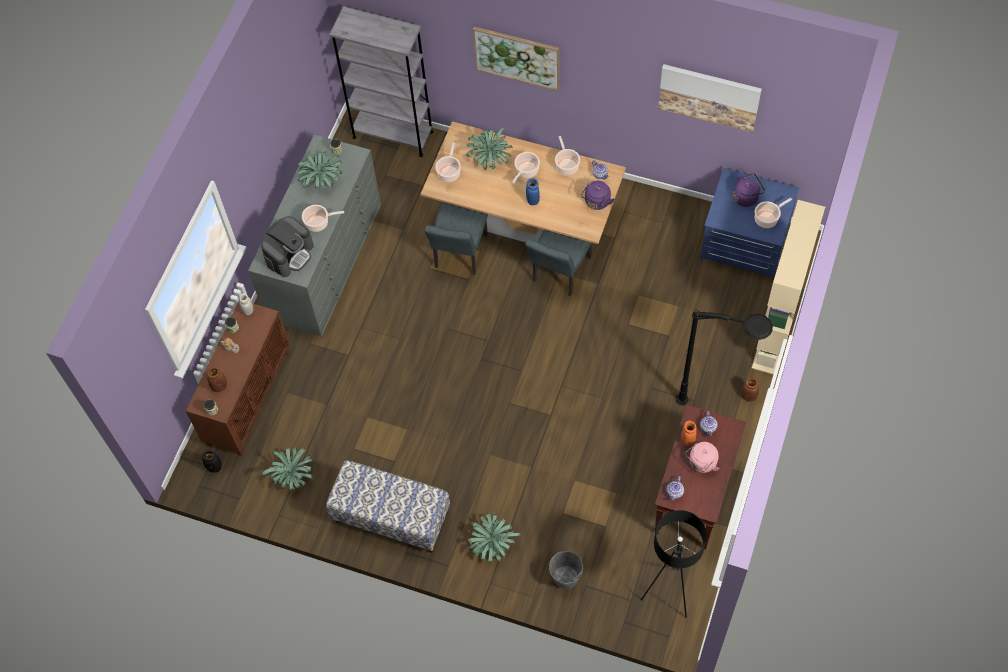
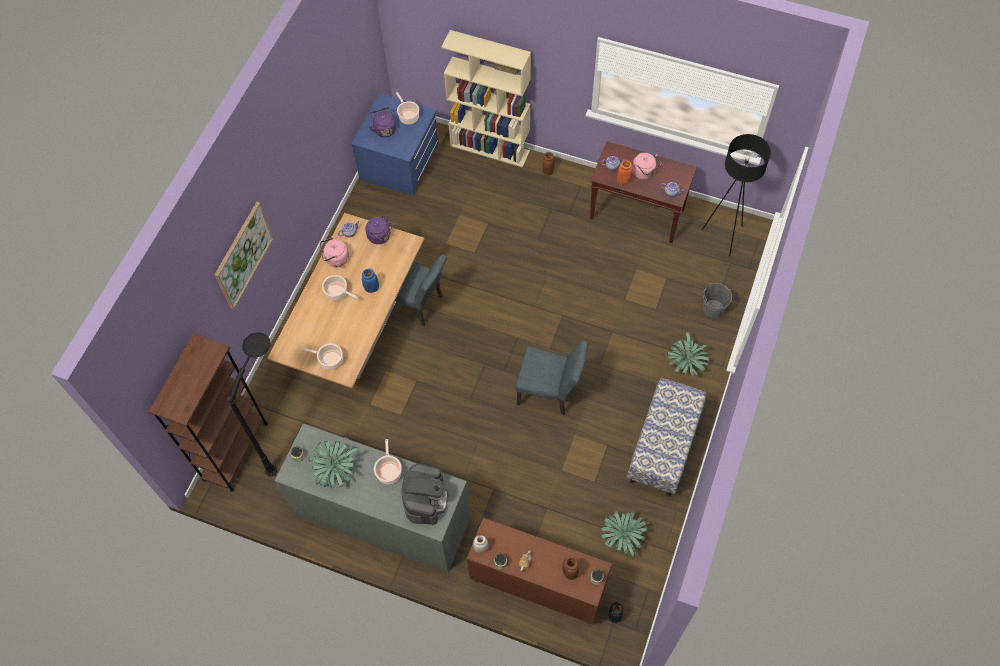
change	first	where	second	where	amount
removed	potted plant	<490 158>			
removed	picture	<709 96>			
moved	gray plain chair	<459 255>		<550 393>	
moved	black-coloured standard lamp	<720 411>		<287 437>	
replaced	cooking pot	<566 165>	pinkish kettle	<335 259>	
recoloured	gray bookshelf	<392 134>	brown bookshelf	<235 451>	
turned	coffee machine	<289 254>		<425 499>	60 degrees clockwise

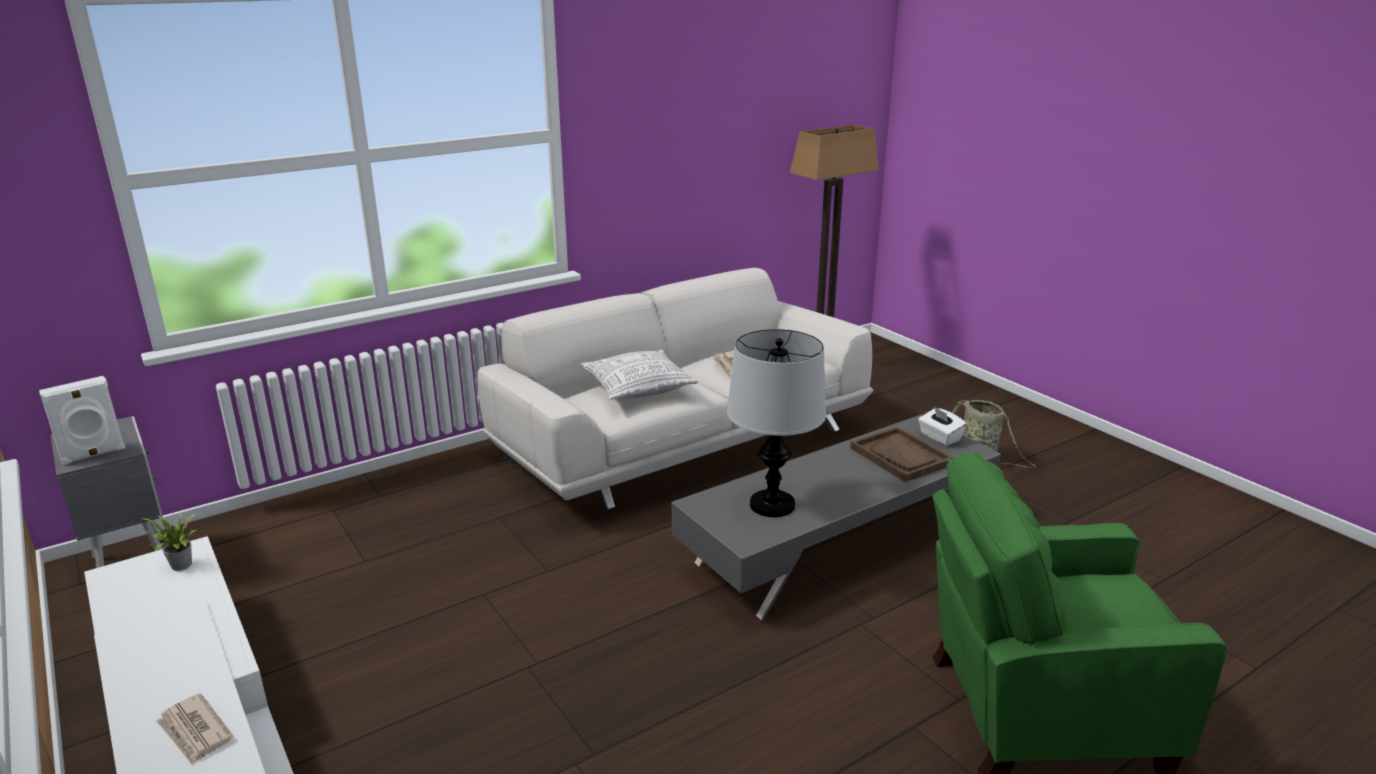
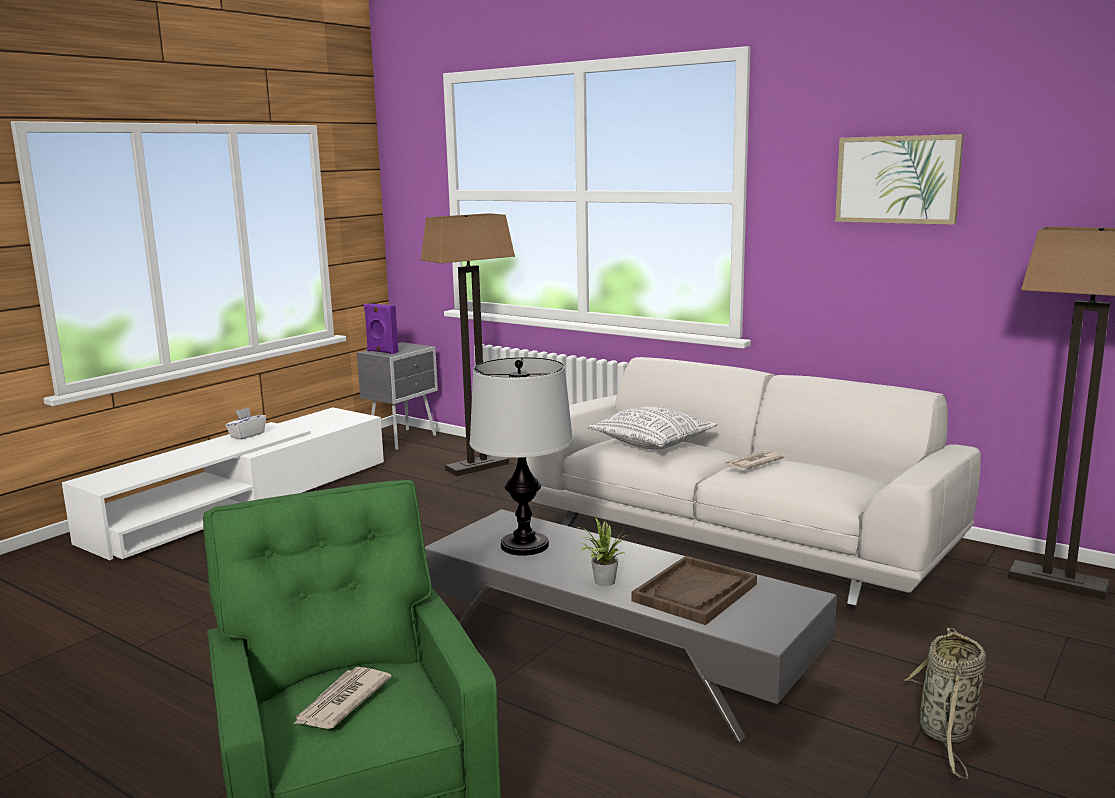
change	first	where	second	where	amount
added			standard lamp	<477 467>	
added			picture	<897 179>	
moved	potted plant	<180 566>		<602 582>	
moved	daily paper	<195 732>		<341 702>	
moved	white-coloured tissue box	<939 438>		<247 435>	
recoloured	white-coloured speaker	<93 455>	purple-coloured speaker	<381 352>	

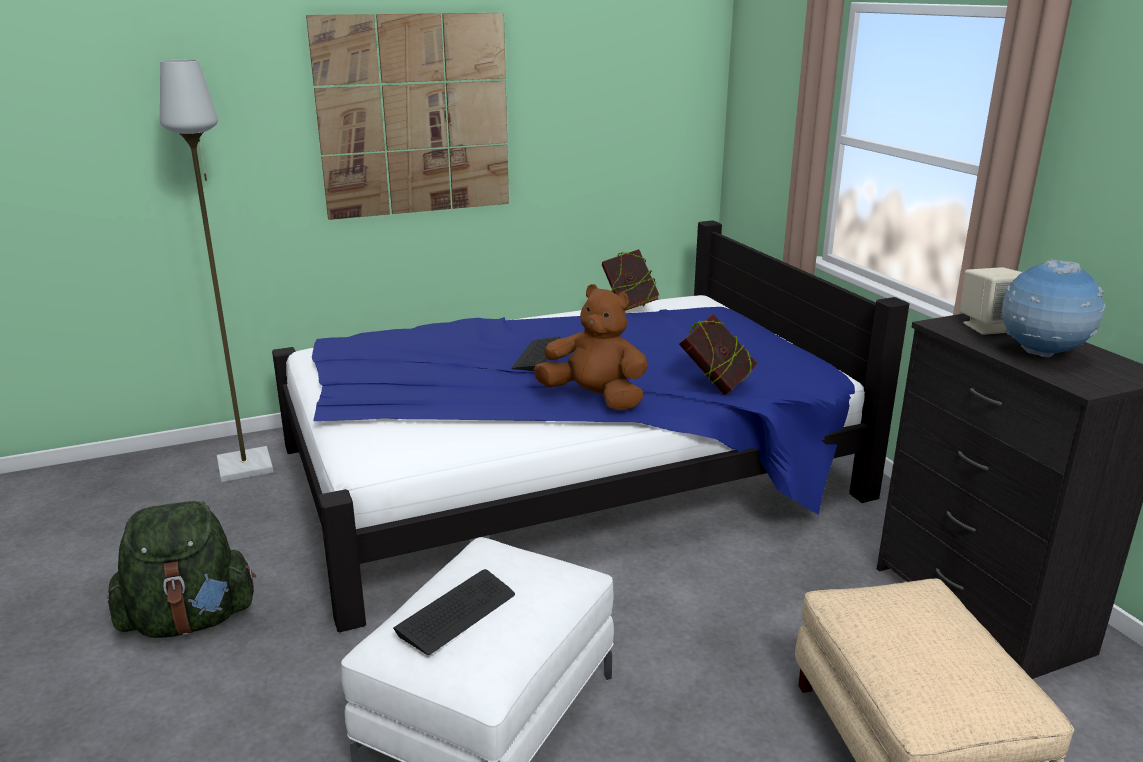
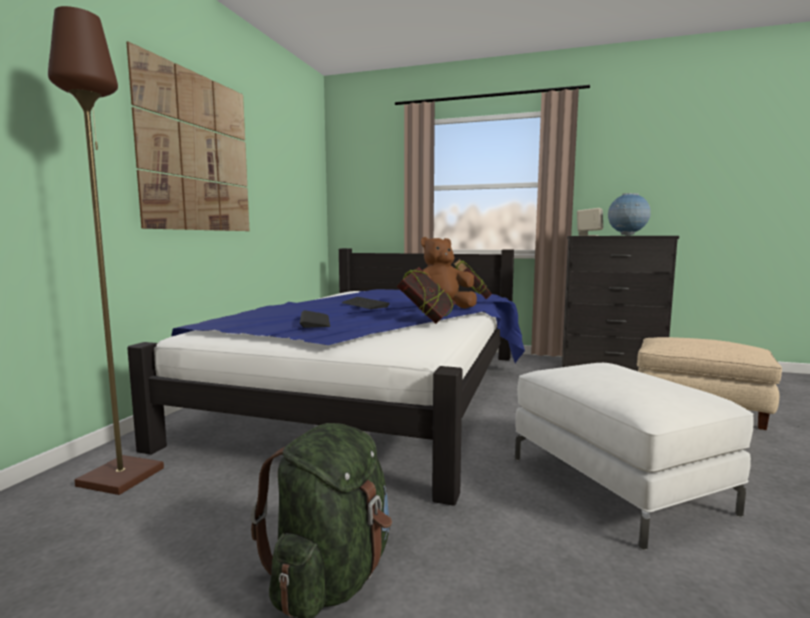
change	first	where	second	where	amount
moved	computer keyboard	<456 613>		<315 321>	
moved	volume	<629 306>		<426 320>	
recoloured	gray standard lamp	<245 465>	brown standard lamp	<121 476>	

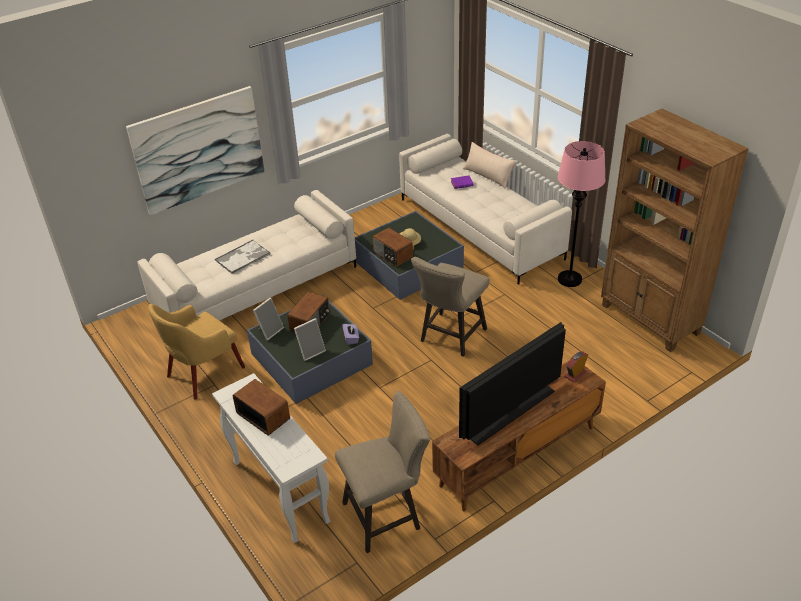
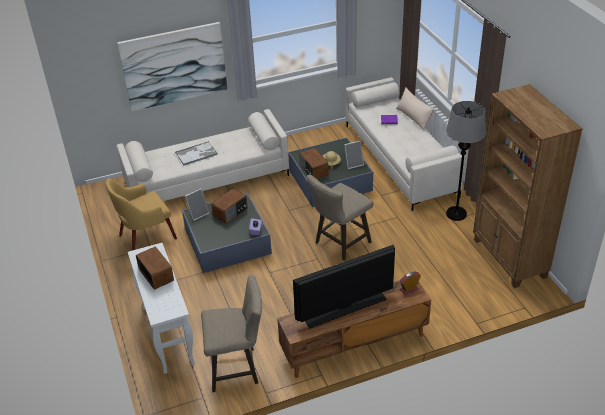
change	first	where	second	where	amount
moved	standing frame	<311 351>		<353 164>	
recoloured	pinkish standard lamp	<570 279>	gray standard lamp	<456 214>	

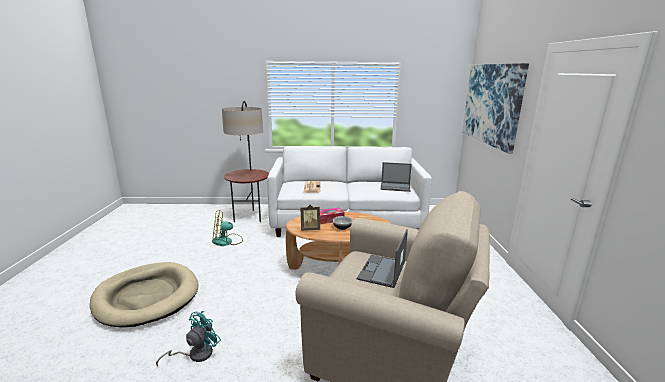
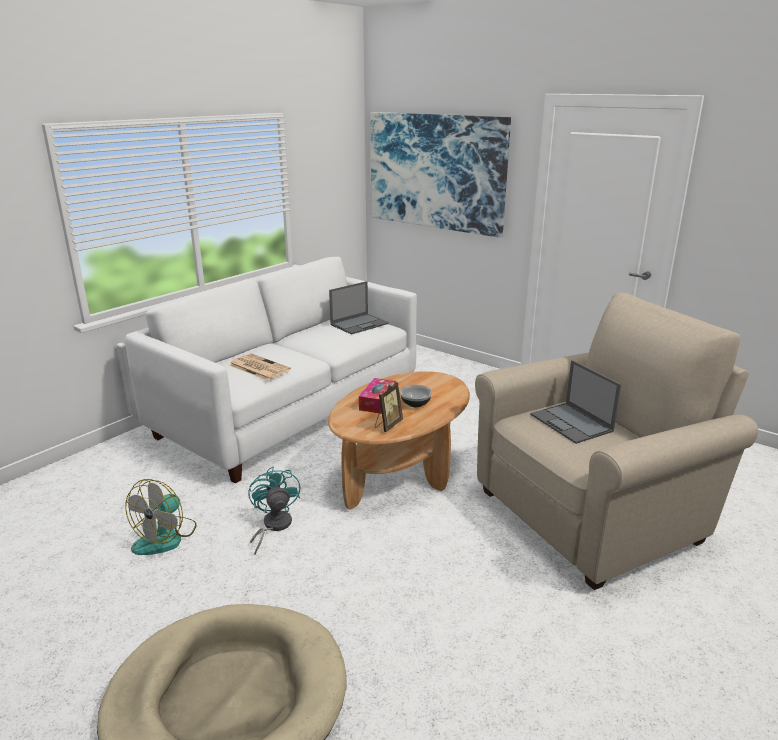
change	first	where	second	where	amount
removed	standard lamp	<250 216>			
moved	turquoise-coloured cooling fan	<195 354>		<273 526>	

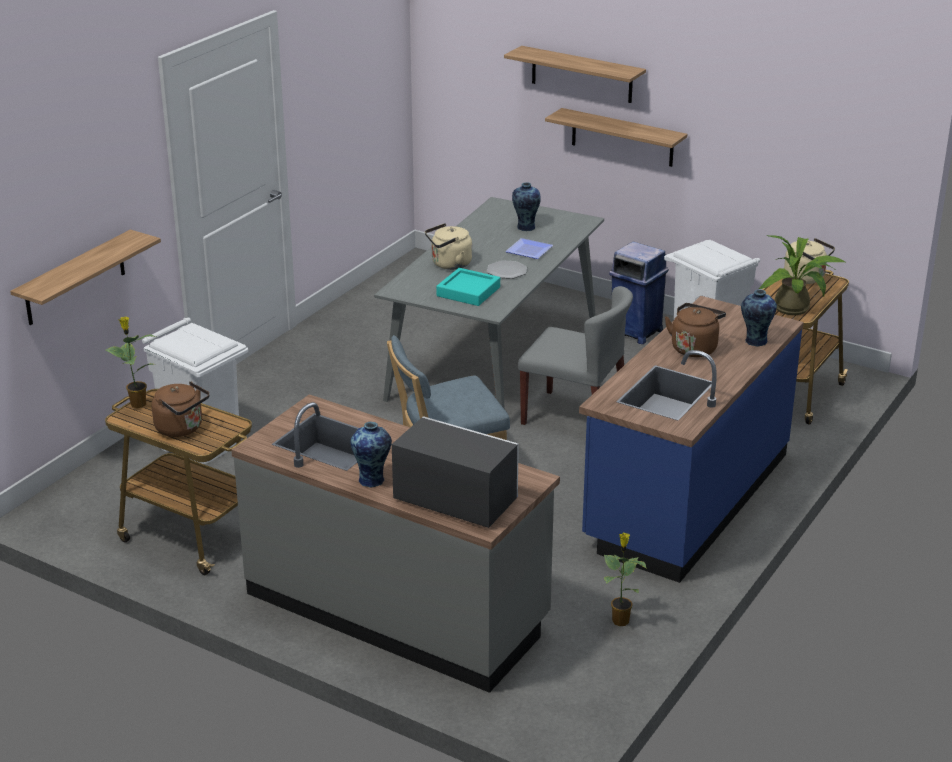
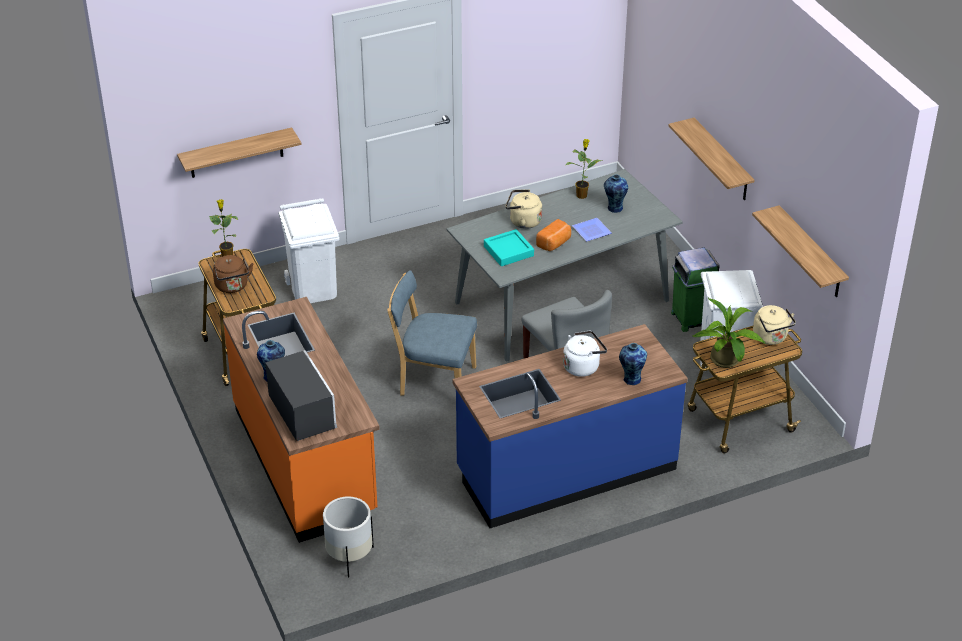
change	first	where	second	where	amount
added			white-coloured planter	<349 557>	
moved	wall shelf	<581 74>		<811 253>	
moved	potted plant	<620 620>		<582 195>	
replaced	plate	<506 271>	baked bread	<554 243>	
recoloured	gray kitchen counter	<397 608>	orange kitchen counter	<306 461>	
recoloured	bluish trash can	<635 331>	greenish trash can	<691 318>	
recoloured	brown kettle	<694 348>	white-coloured kettle	<583 366>	

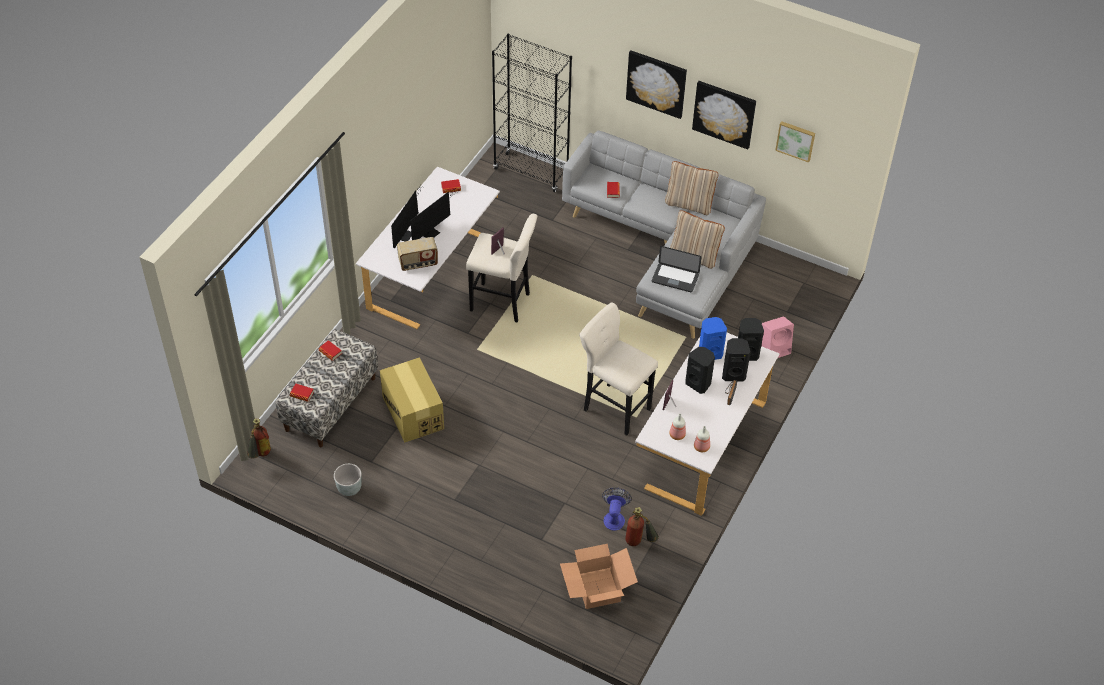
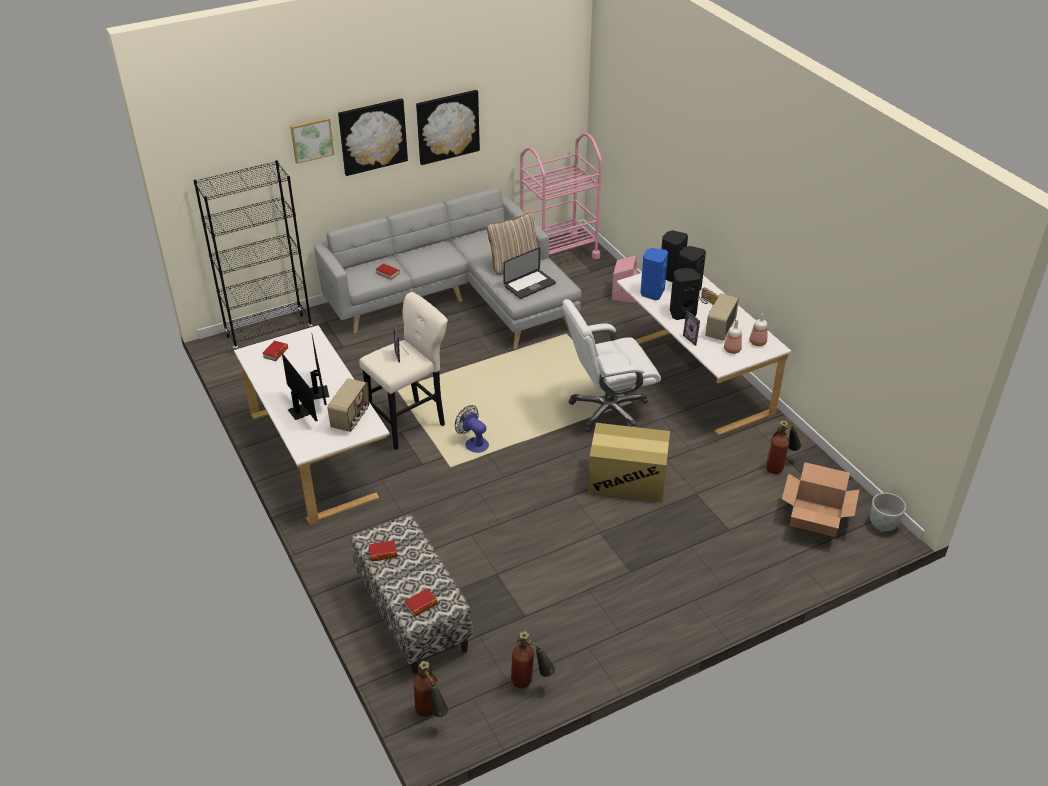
change	first	where	second	where	amount
removed	sand-coloured cushion	<689 204>			
added			fire-fighting cylinder	<530 682>	
added			pinkish wheeled cart	<558 254>	
added			radio set	<719 329>	
moved	gray planter	<350 488>		<883 524>	
moved	cardboard box	<413 412>		<627 480>	
moved	cooling fan	<614 517>		<473 443>	
moved	picture	<795 140>		<311 139>	
replaced	sand-coloured stool	<614 407>	white-coloured desk chair	<608 410>	

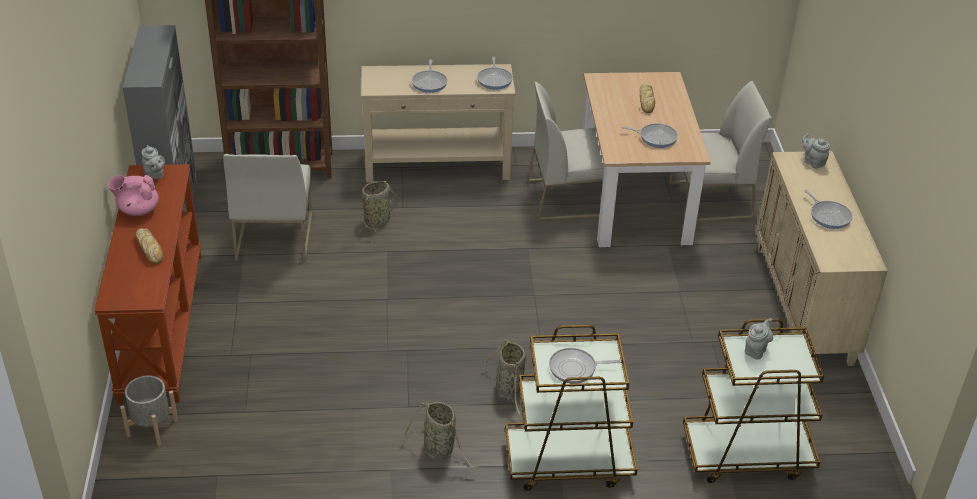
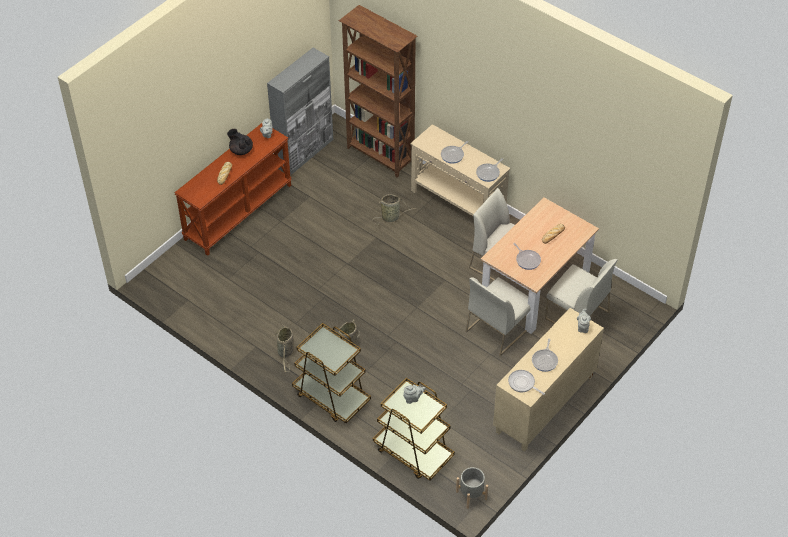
change	first	where	second	where	amount
moved	gray planter	<152 427>		<471 495>	
moved	white-coloured plain chair	<273 237>		<498 328>	
moved	frying pan	<575 368>		<522 383>	
recoloured	pinkish pot for tea	<138 210>	black-coloured pot for tea	<241 150>	

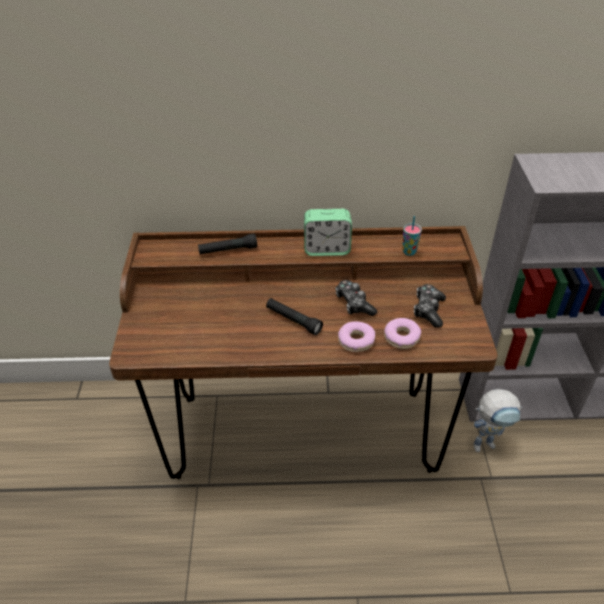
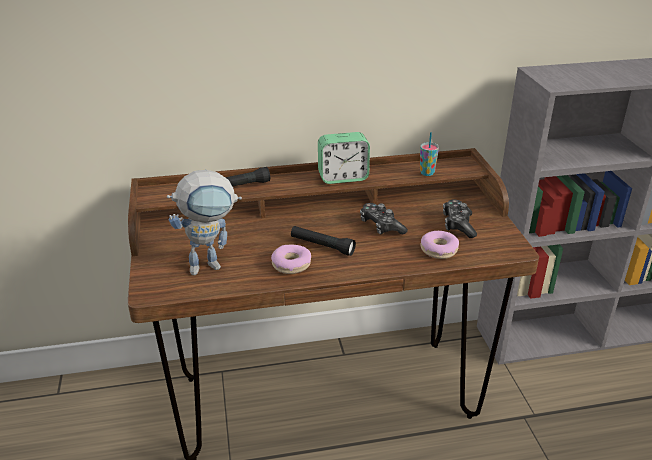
change	first	where	second	where	amount
moved	doughnut	<356 341>		<291 264>	
moved	toy robot	<488 443>		<212 264>	

